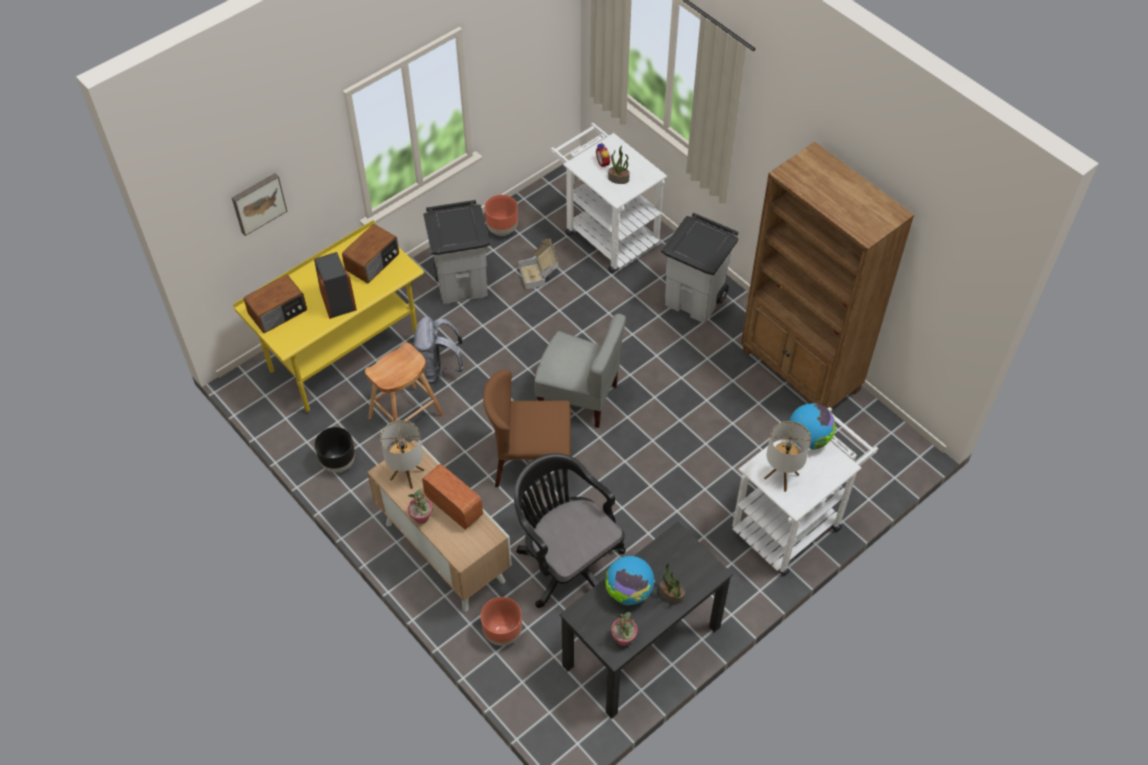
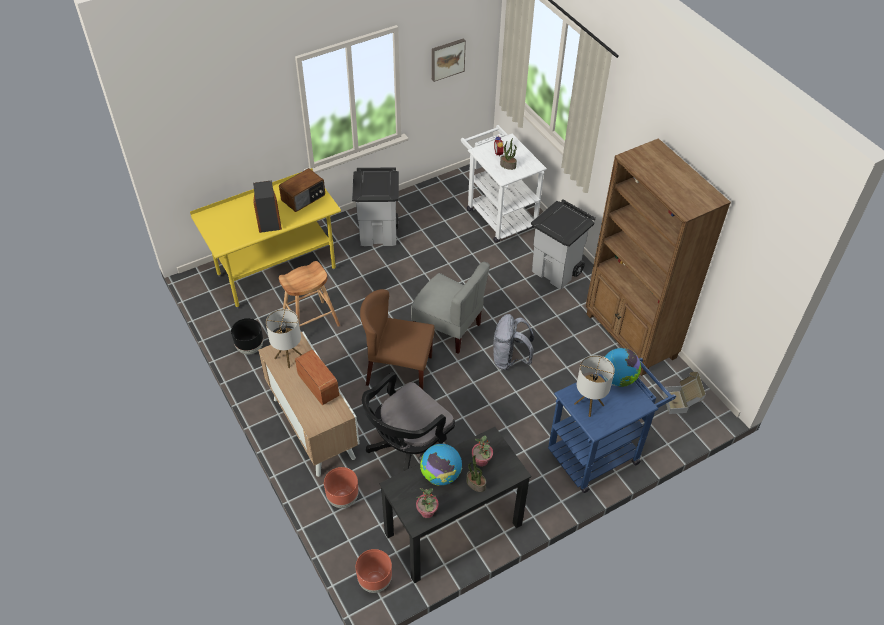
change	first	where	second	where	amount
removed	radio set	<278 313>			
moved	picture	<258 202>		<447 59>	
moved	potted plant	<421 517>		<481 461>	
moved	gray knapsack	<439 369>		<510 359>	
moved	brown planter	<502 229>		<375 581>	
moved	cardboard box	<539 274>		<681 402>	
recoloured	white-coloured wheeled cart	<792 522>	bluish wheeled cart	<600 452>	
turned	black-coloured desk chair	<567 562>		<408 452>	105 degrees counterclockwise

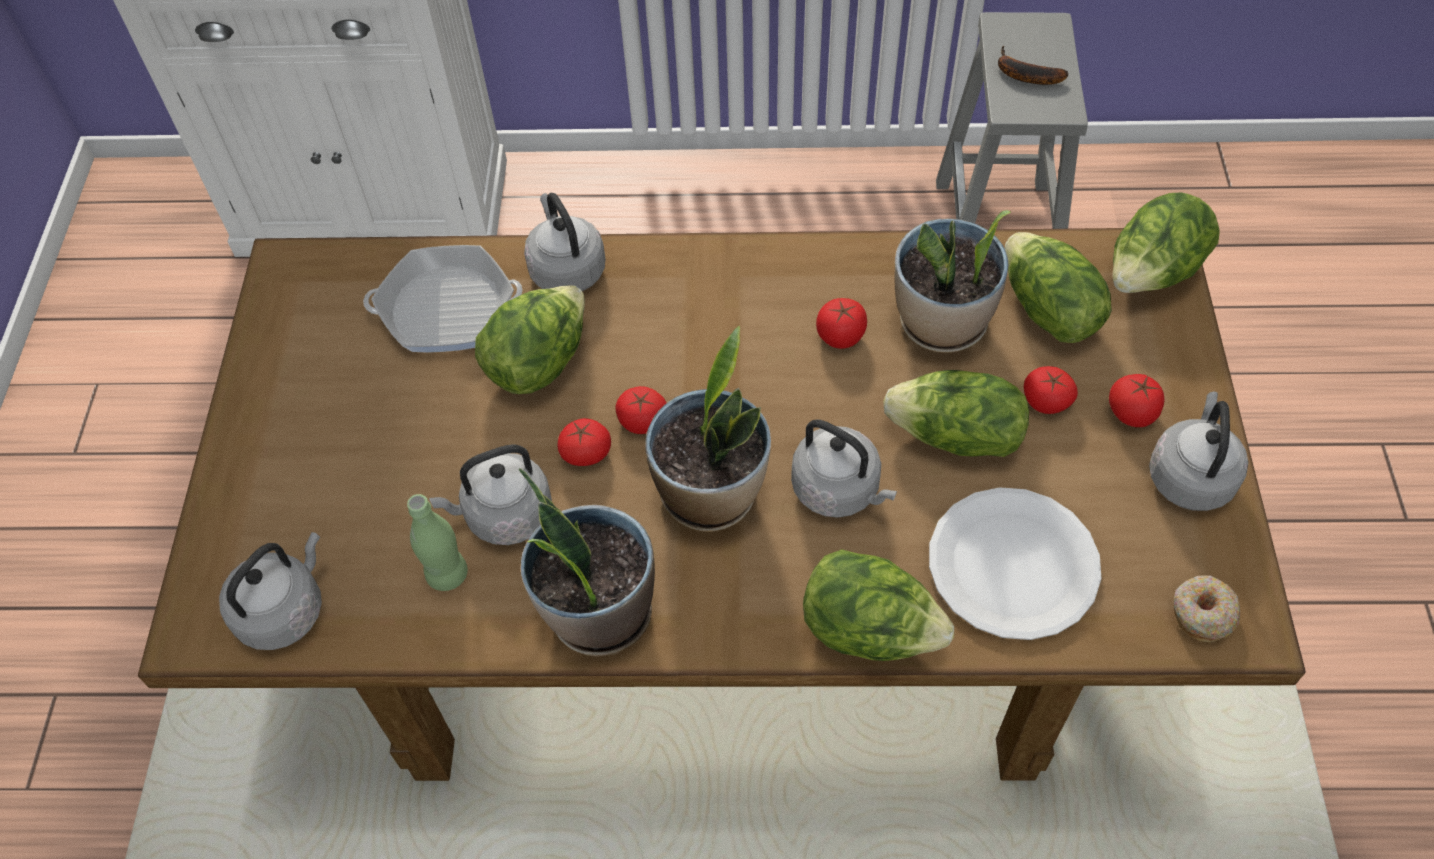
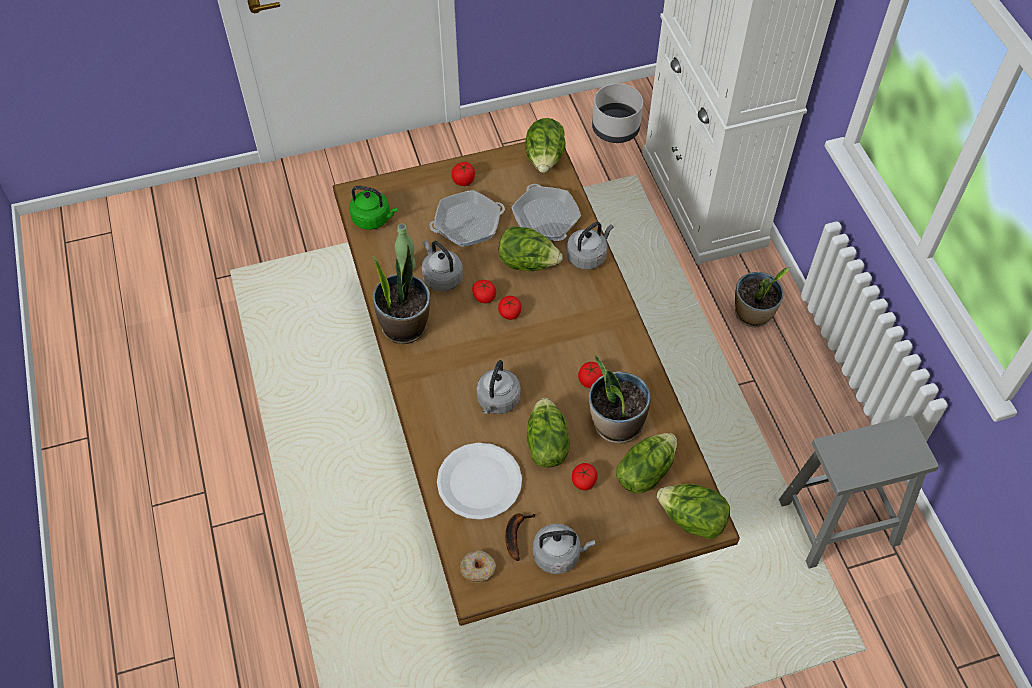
change	first	where	second	where	amount
added			frying pan	<467 223>	
added			gray planter	<616 129>	
moved	potted plant	<711 495>		<753 314>	
moved	head of lettuce	<869 630>		<545 159>	
moved	banana fruit	<1023 75>		<515 534>	
moved	tomato	<1131 413>		<463 180>	
recoloured	gray kettle	<284 610>	greenish kettle	<373 219>	

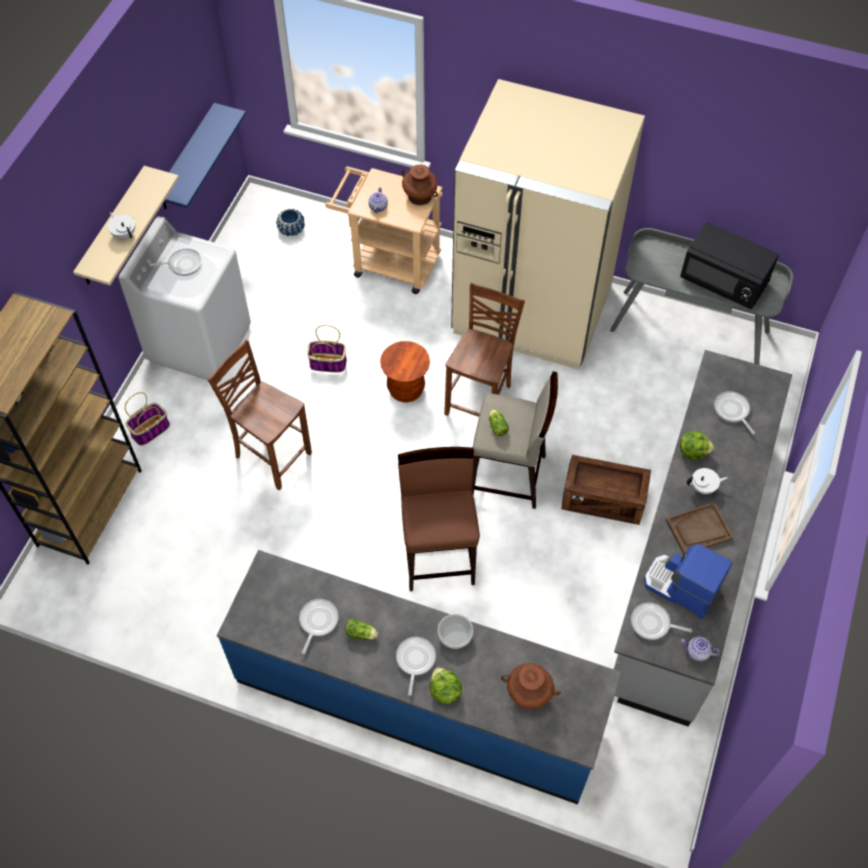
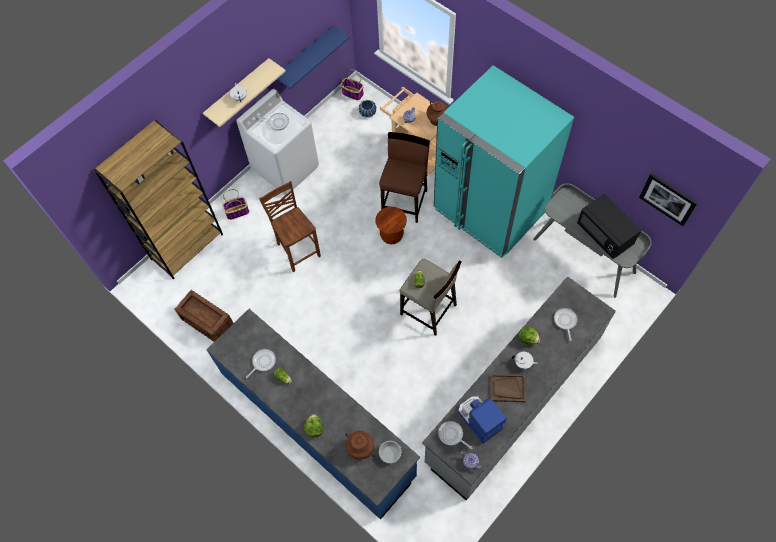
change	first	where	second	where	amount
removed	frying pan	<415 660>			
removed	brown plain chair	<480 400>			
added			picture	<668 199>	
moved	basket	<327 363>		<352 93>	
moved	brown stool	<439 555>		<405 202>	
moved	bowl	<455 635>		<390 454>	
moved	packing crate	<603 499>		<207 322>	
recoloured	sand-coloured kitchen fridge	<532 310>	turquoise-coloured kitchen fridge	<490 210>	

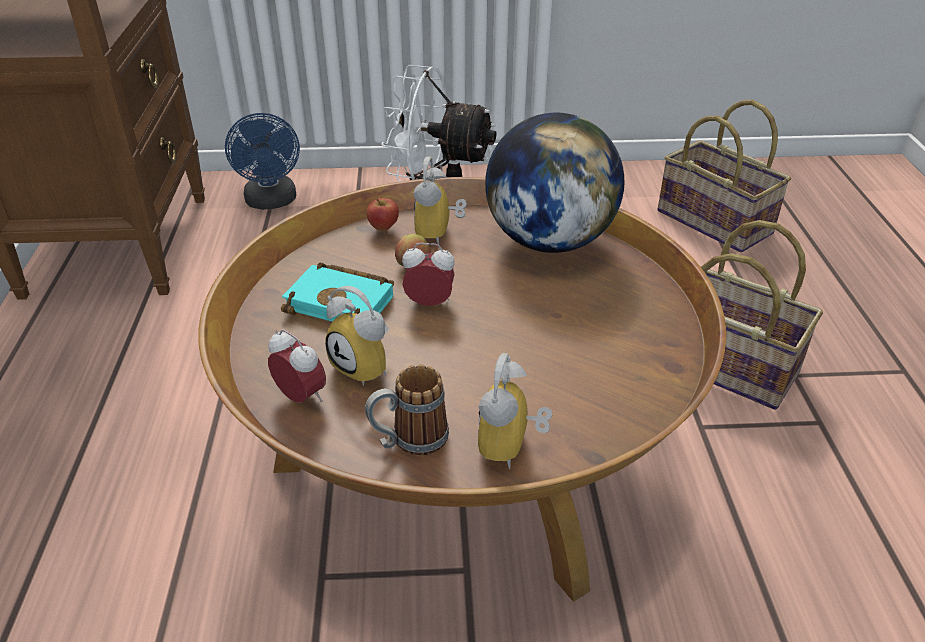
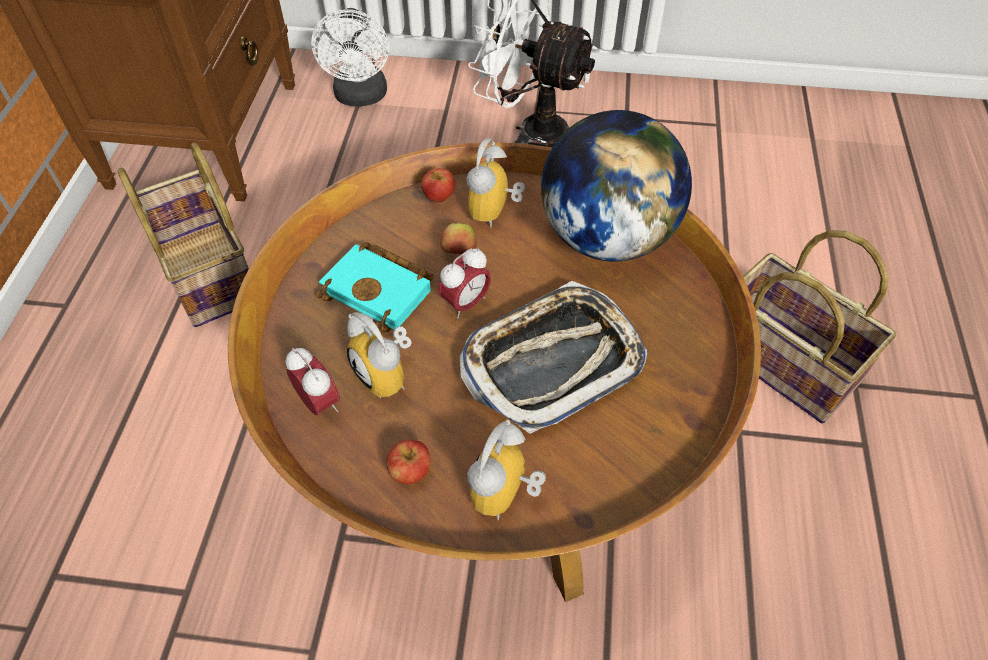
change	first	where	second	where	amount
added			carrying tray	<552 361>	
moved	basket	<715 222>		<210 273>	
replaced	mug	<409 441>	apple fruit	<410 471>	
recoloured	bluish cooling fan	<272 202>	white-coloured cooling fan	<361 97>	
turned	bedside clock	<429 303>		<465 303>	120 degrees clockwise

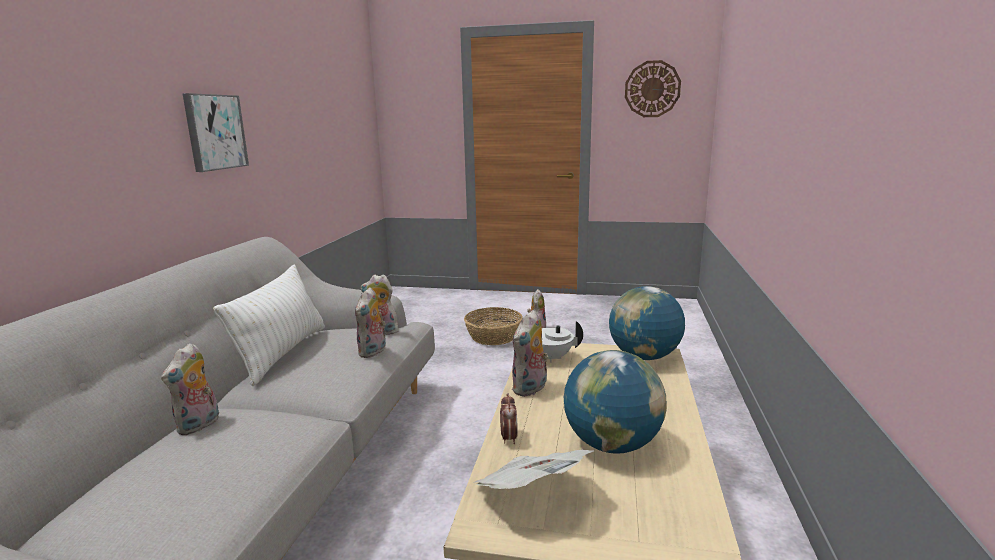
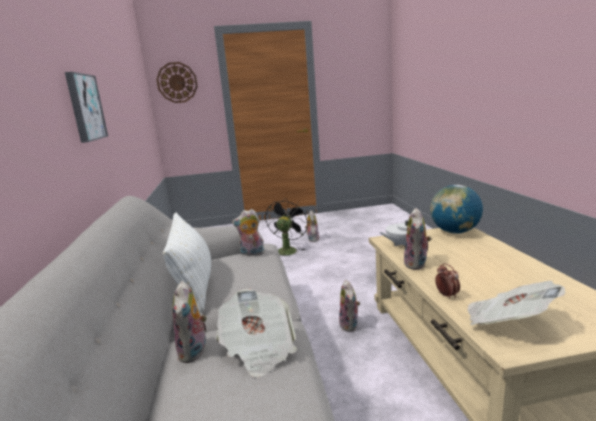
change	first	where	second	where	amount
removed	world globe	<612 444>			
added			daily paper	<258 348>	
moved	cuddly toy	<373 352>		<350 325>	
moved	hanging clock	<652 89>		<177 82>	
replaced	basket	<493 337>	black-coloured cooling fan	<287 250>	

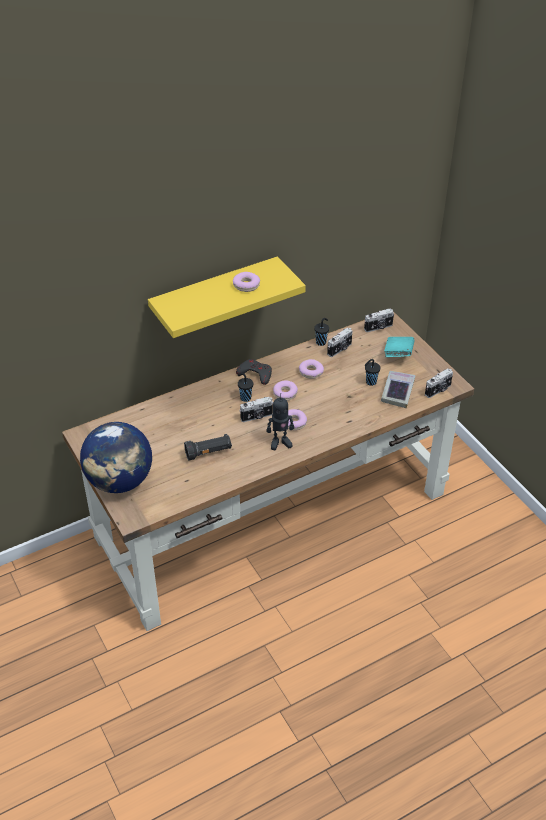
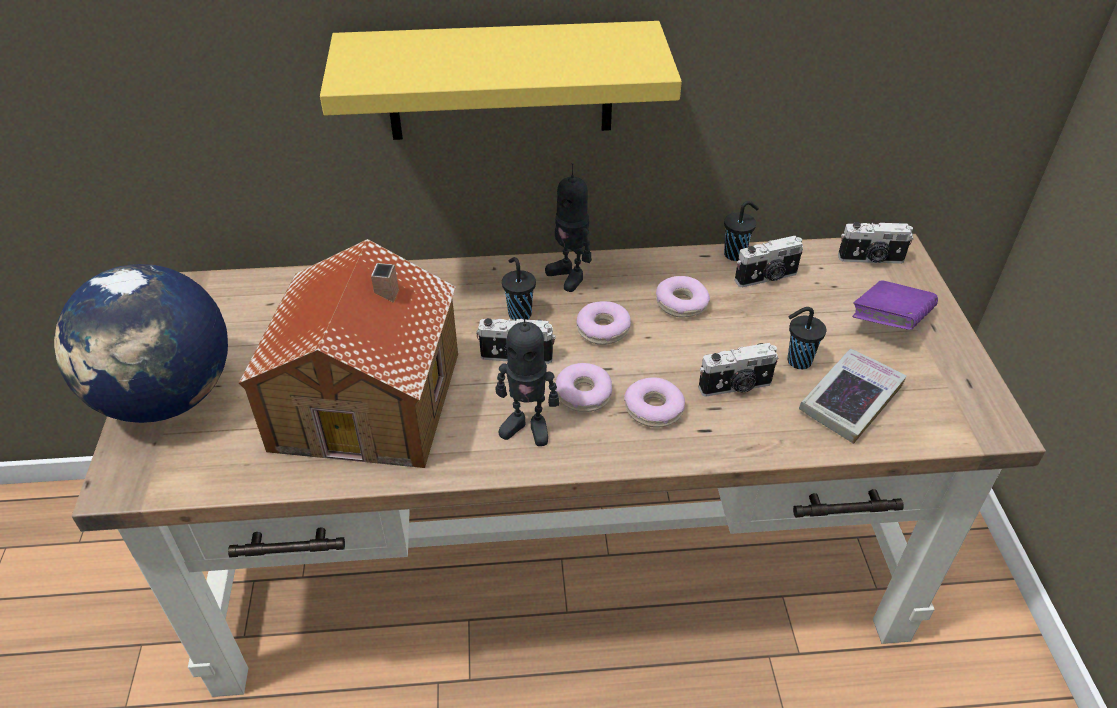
change	first	where	second	where	amount
moved	doughnut	<246 285>		<653 409>	
moved	still camera	<438 390>		<736 387>	
replaced	black-coloured flashlight	<208 452>	miniature house	<371 398>	
replaced	gray gamepad	<255 374>	toy robot	<569 275>	
recoloured	turquoise-coloured volume	<398 354>	purple-coloured volume	<889 322>	

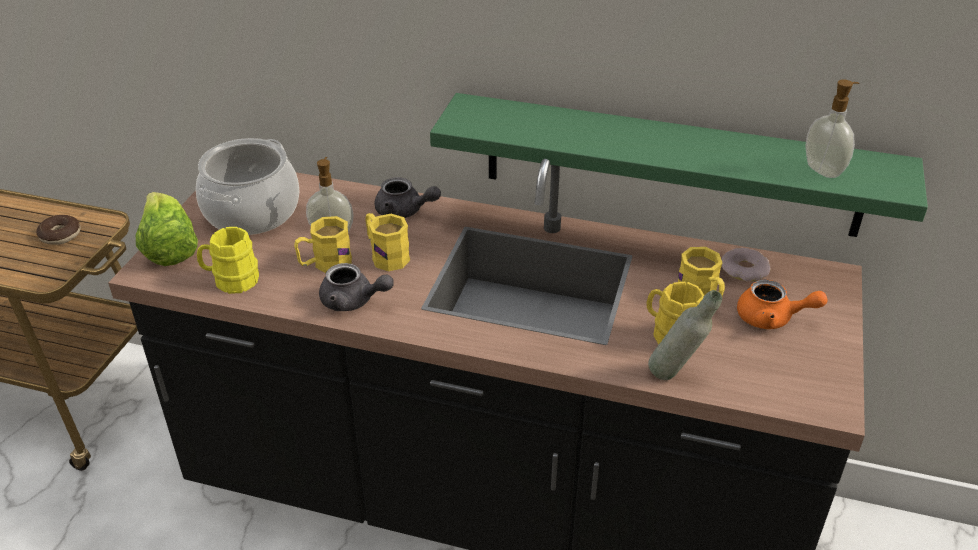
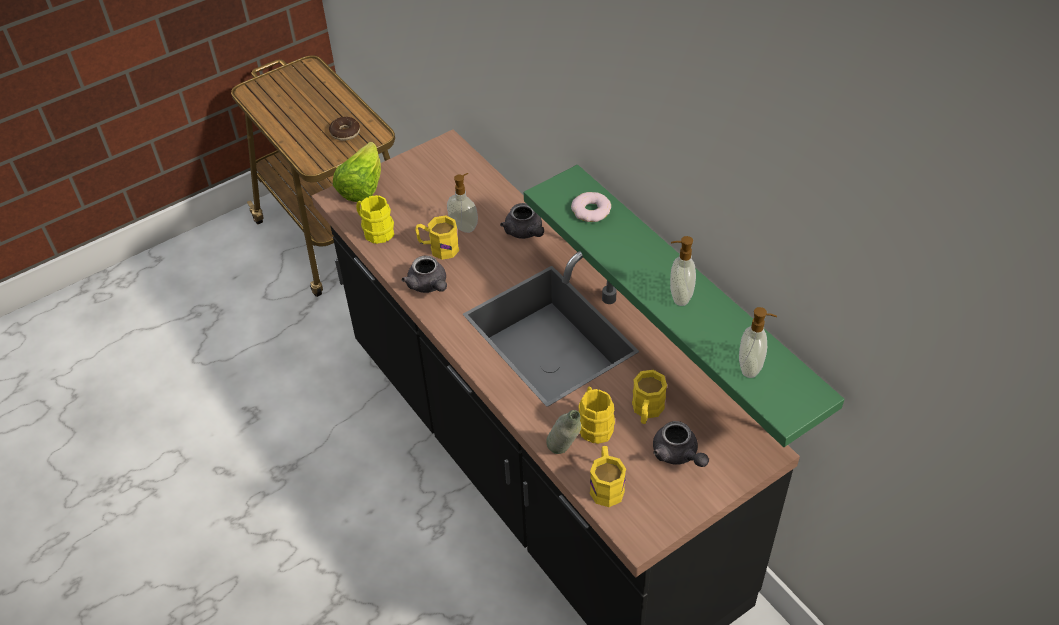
change	first	where	second	where	amount
removed	cooking pot	<252 212>			
added			liquid soap bottle	<679 296>	
moved	yellow mug	<385 255>		<606 485>	
moved	doughnut	<744 269>		<591 211>	
recoloured	orange pot for tea	<772 318>	gray pot for tea	<678 455>	

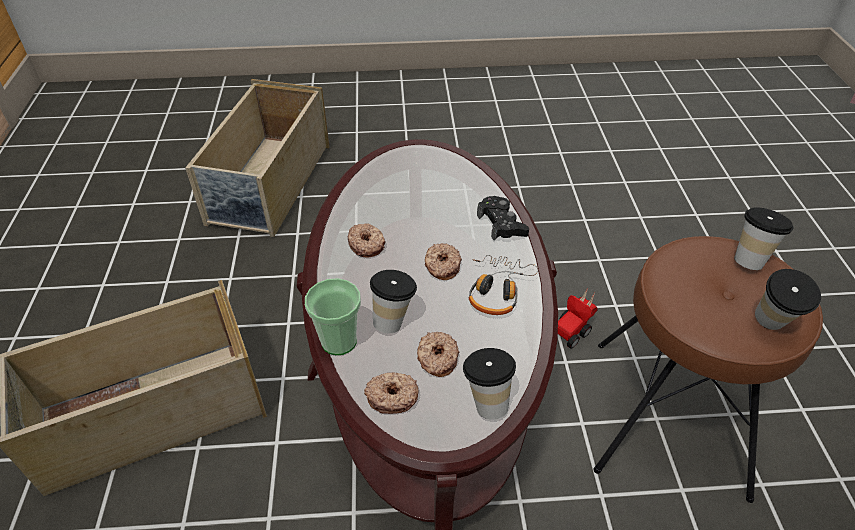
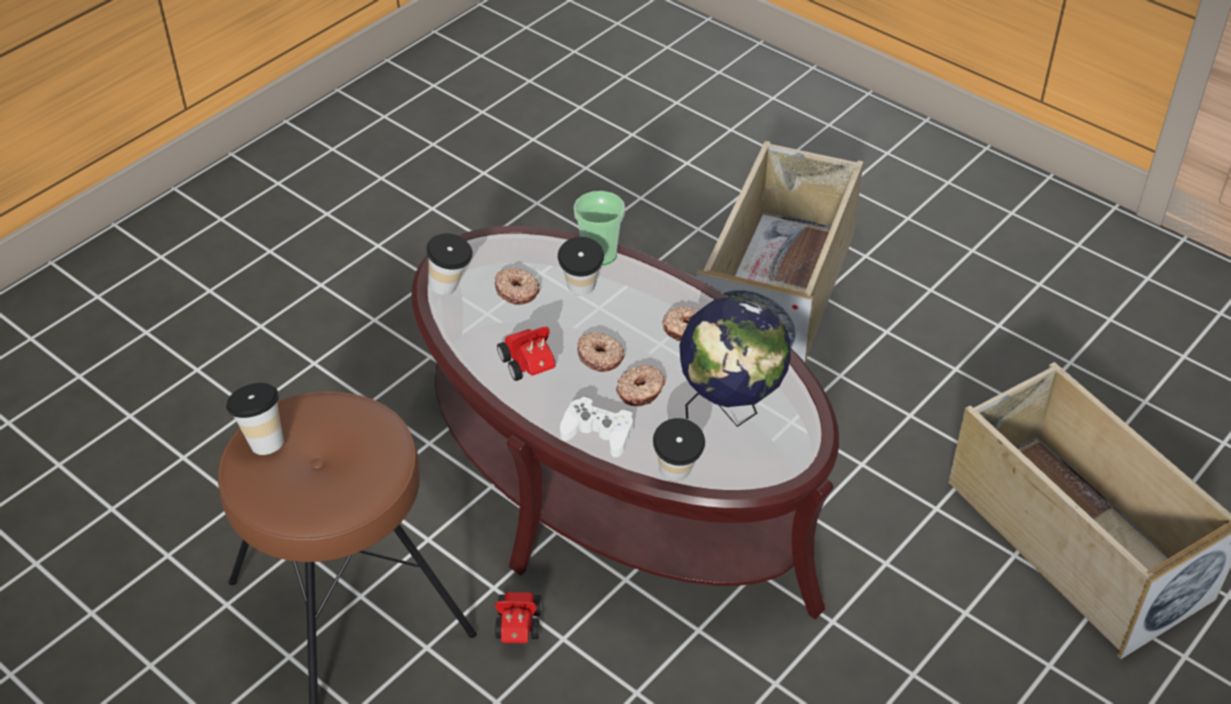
change	first	where	second	where	amount
added			world globe	<731 410>	
moved	doughnut	<392 396>		<641 391>	
moved	small cup	<750 258>		<677 478>	
replaced	pair of headphones	<497 290>	model car	<530 369>	
recoloured	black-coloured gamepad	<501 224>	white-coloured gamepad	<598 432>	

